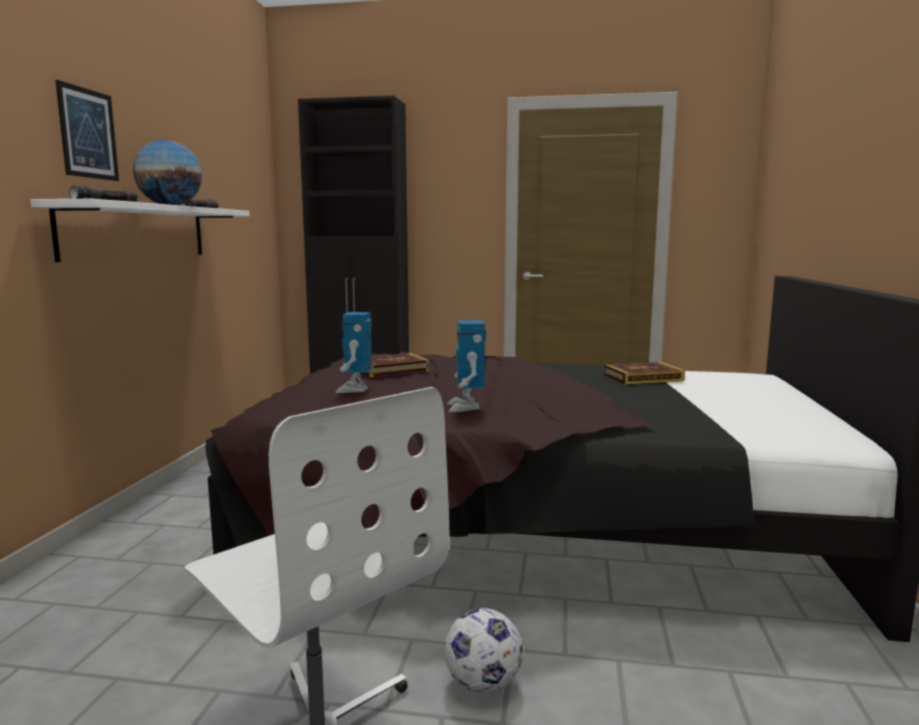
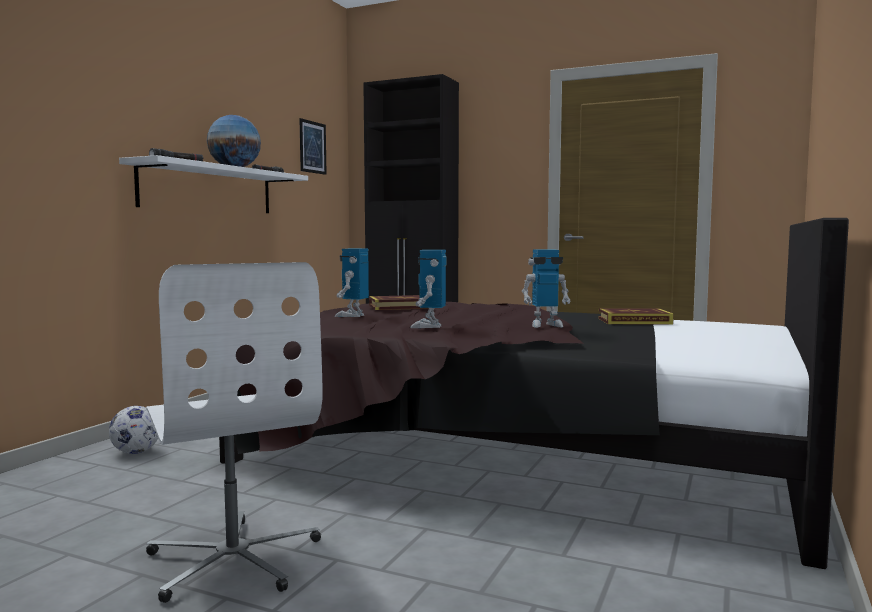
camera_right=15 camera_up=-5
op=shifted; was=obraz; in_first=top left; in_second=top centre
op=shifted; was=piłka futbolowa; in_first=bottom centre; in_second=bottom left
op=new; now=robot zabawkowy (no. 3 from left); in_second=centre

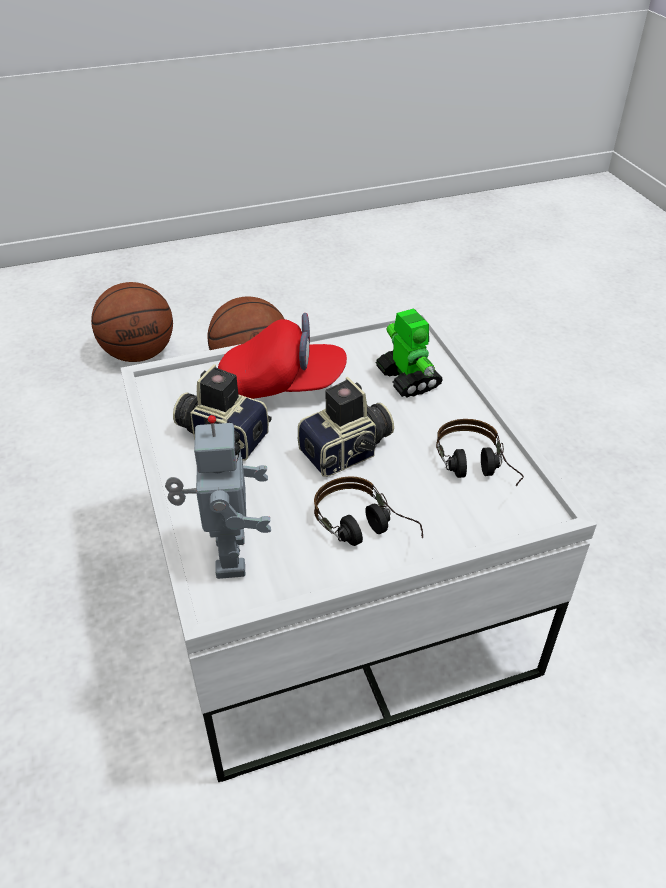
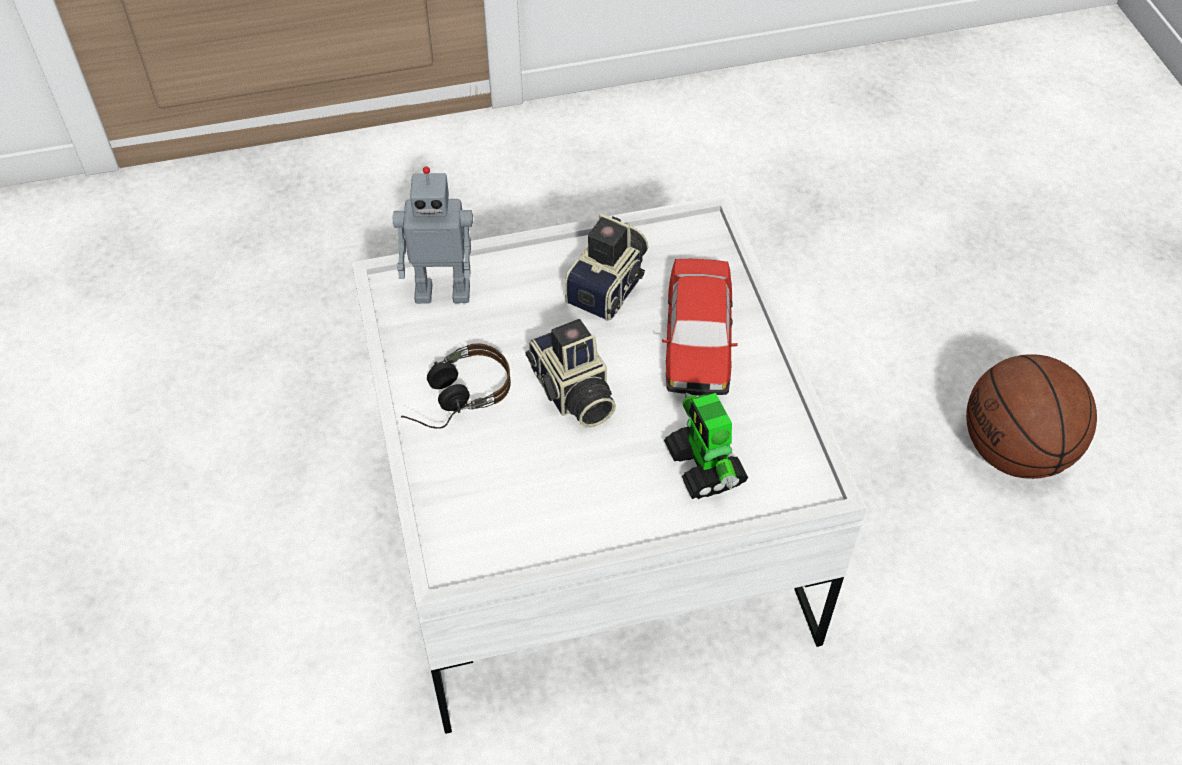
camera_right=95 camera_up=10
op=gone; was=piłka do koszykówki (no. 1 from left); in_first=middle left
op=rotated; was=robot zabawkowy (no. 2 from left); in_first=centre; in_second=centre; clockwise=90
op=swapped; was=czapka z daszkiem/czerwony; now=samochodzik; in_first=centre; in_second=centre
op=gone; was=słuchawki (no. 2 from left); in_first=middle right

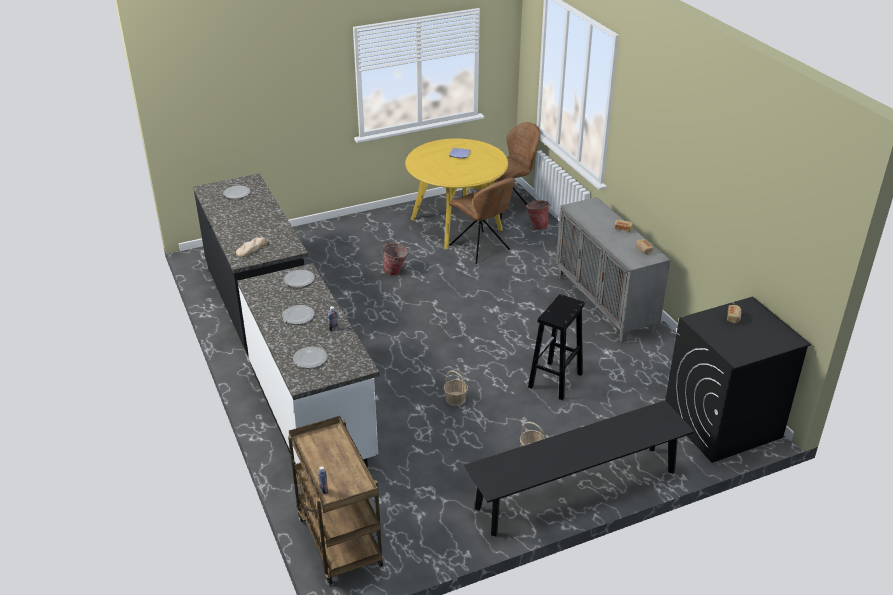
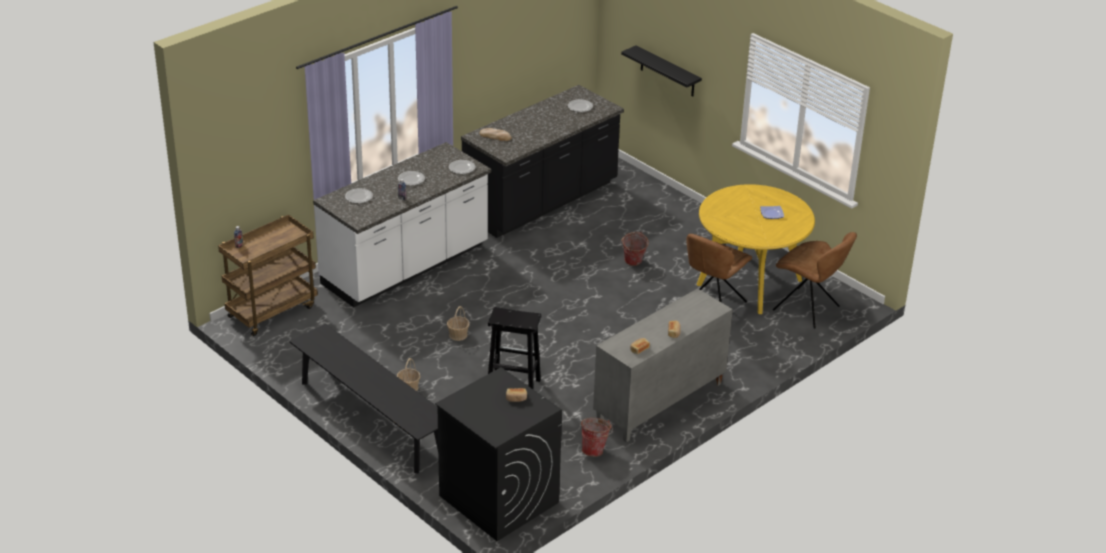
camera_right=70 camera_up=0
op=shifted; was=wiadro (no. 2 from left in the first image); now=wiadro (no. 1 from left); in_first=centre; in_second=bottom centre
op=new; now=półka/czarny; in_second=top centre

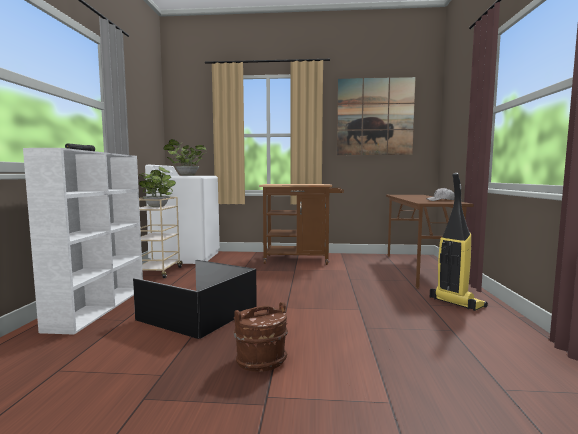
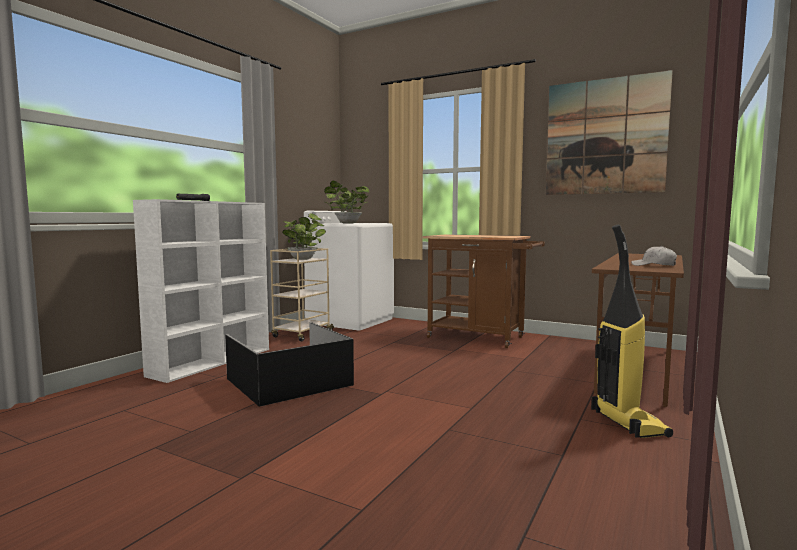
camera_right=25 camera_up=0
op=gone; was=wiadro/brązowy; in_first=bottom centre

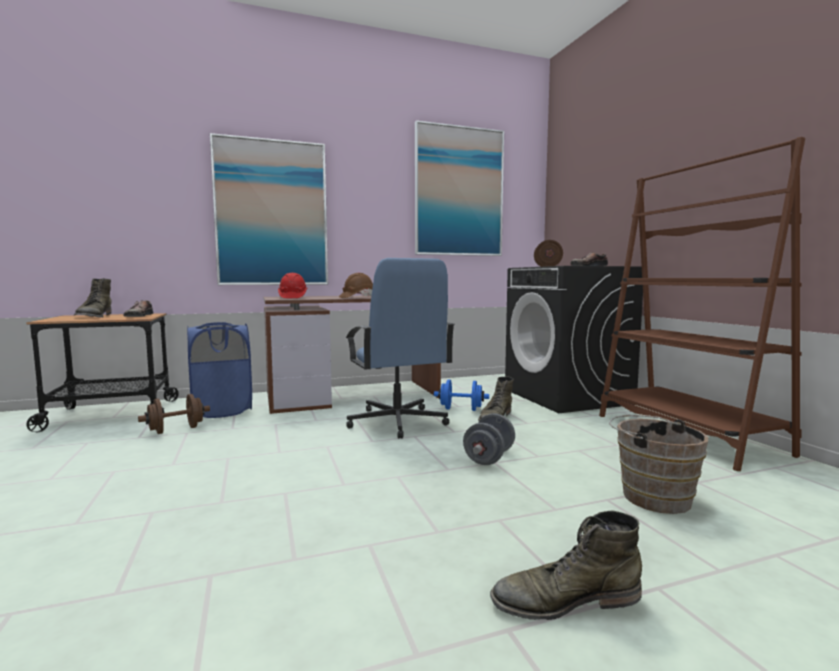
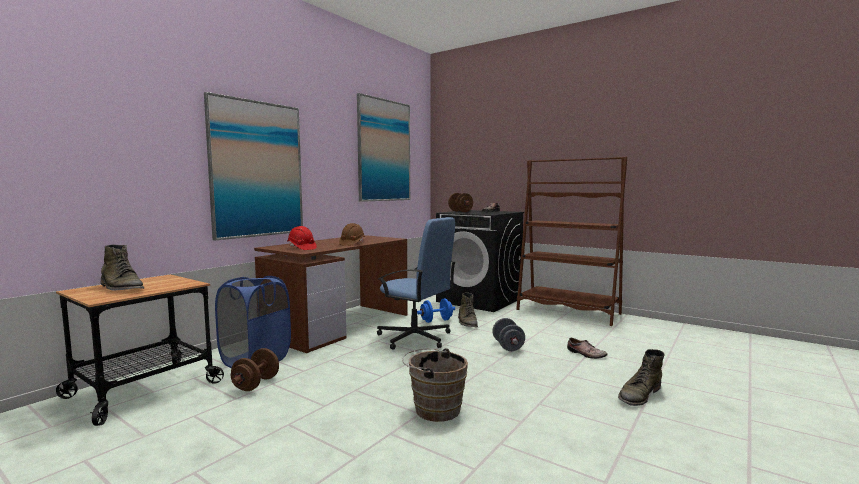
camera_right=-35 camera_up=0
op=shifted; was=but (no. 1 from left in the first image); now=but (no. 2 from left); in_first=middle left; in_second=bottom right
op=shifted; was=wiadro/brązowy; in_first=bottom right; in_second=bottom centre

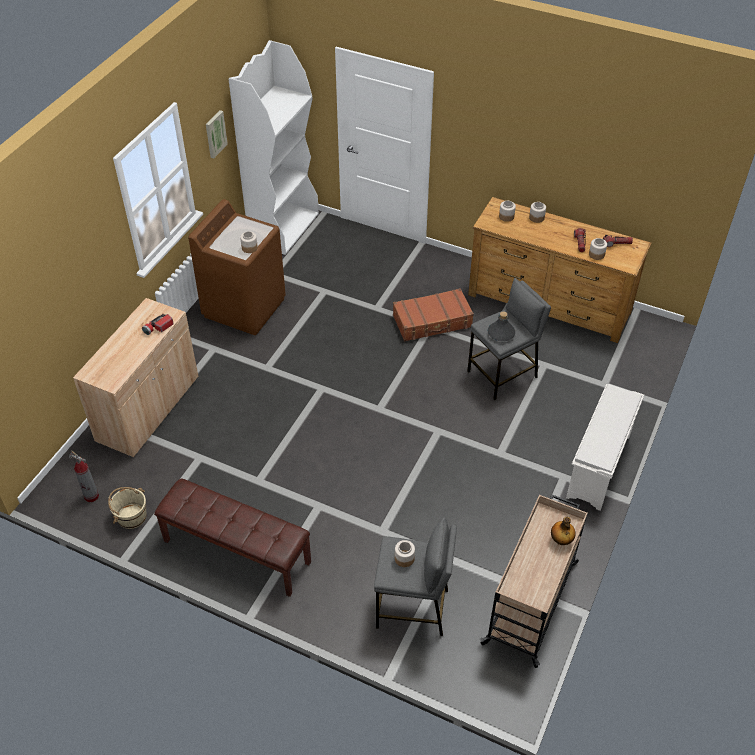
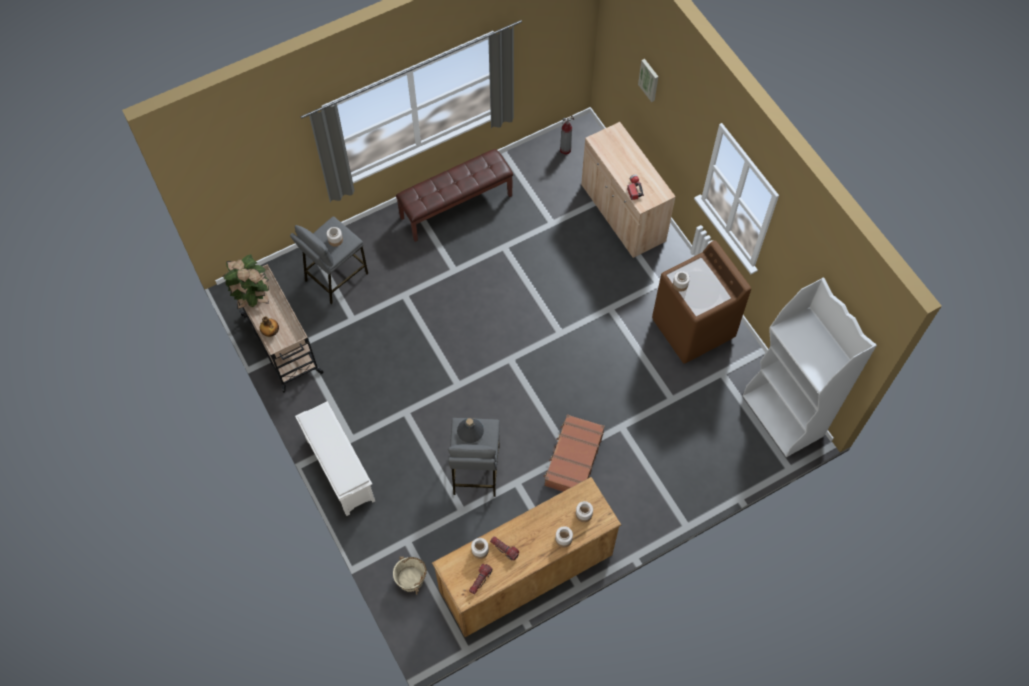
camera_right=125 camera_up=15
op=shifted; was=obraz; in_first=top left; in_second=top centre
op=shifted; was=wiadro/beżowy; in_first=bottom left; in_second=bottom centre
op=new; now=roślina doniczkowa; in_second=middle left

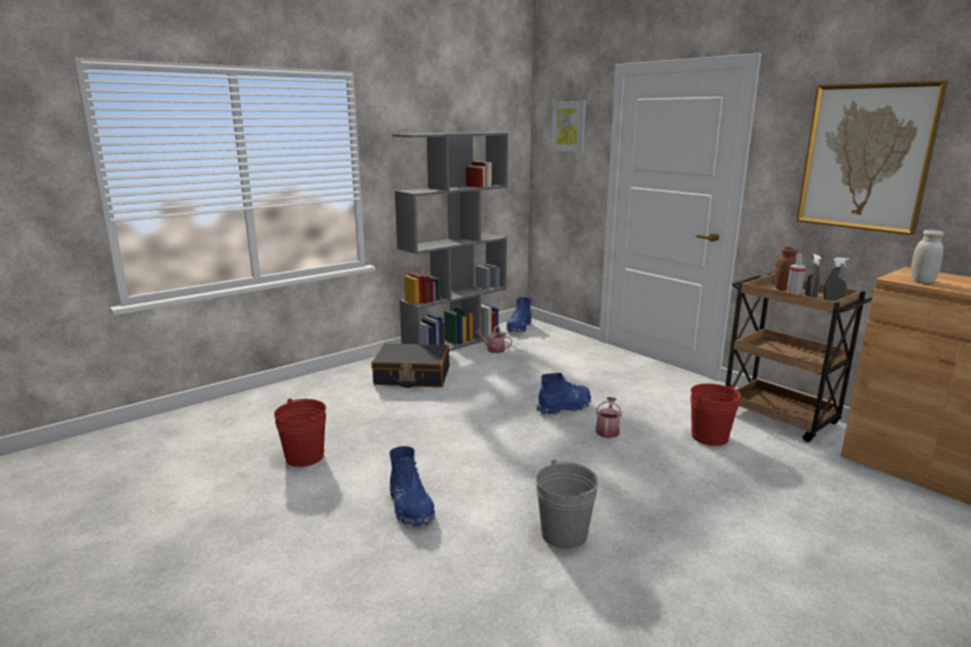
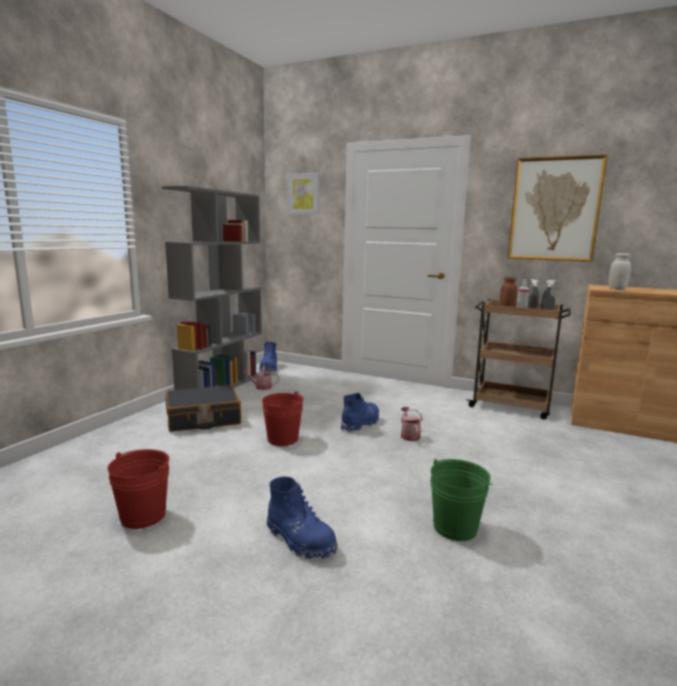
camera_right=-25 camera_up=-5
op=shifted; was=wiadro/czerwony (no. 2 from left); in_first=middle right; in_second=centre
op=repainted; was=wiadro/szary; now=wiadro/zielony; in_first=bottom centre; in_second=bottom right

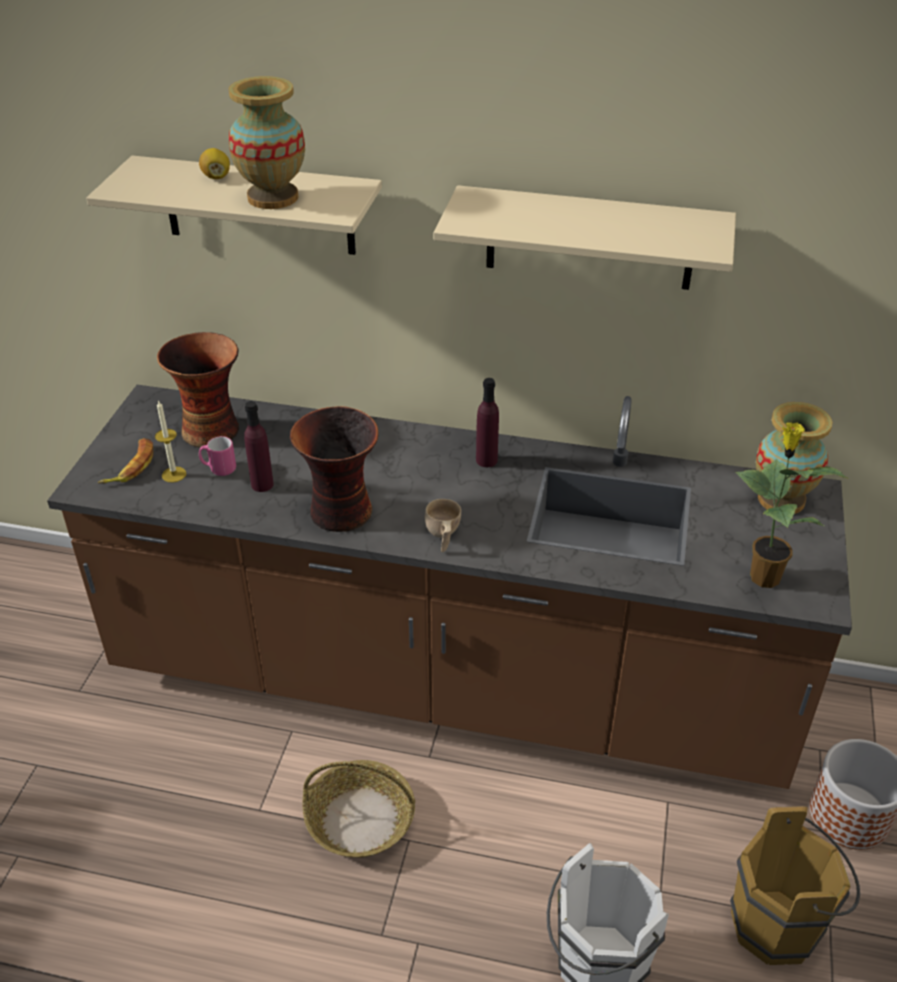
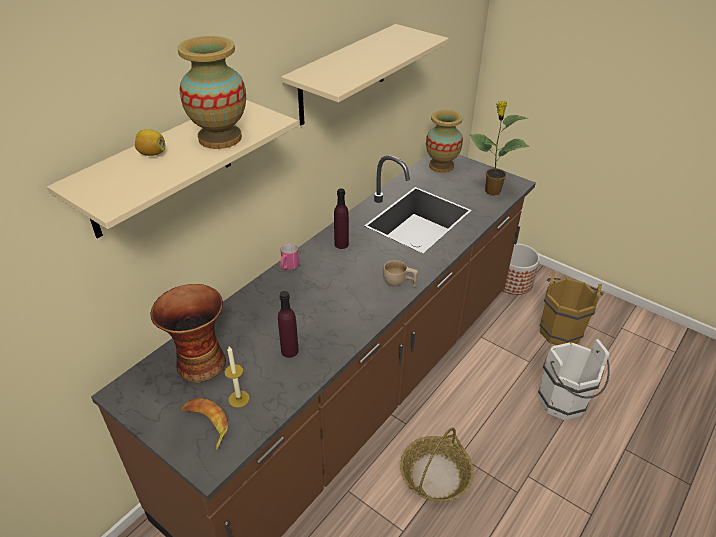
camera_right=-65 camera_up=0
op=gone; was=wazon (no. 3 from left); in_first=centre
op=shifted; was=kubek/różowy; in_first=middle left; in_second=centre

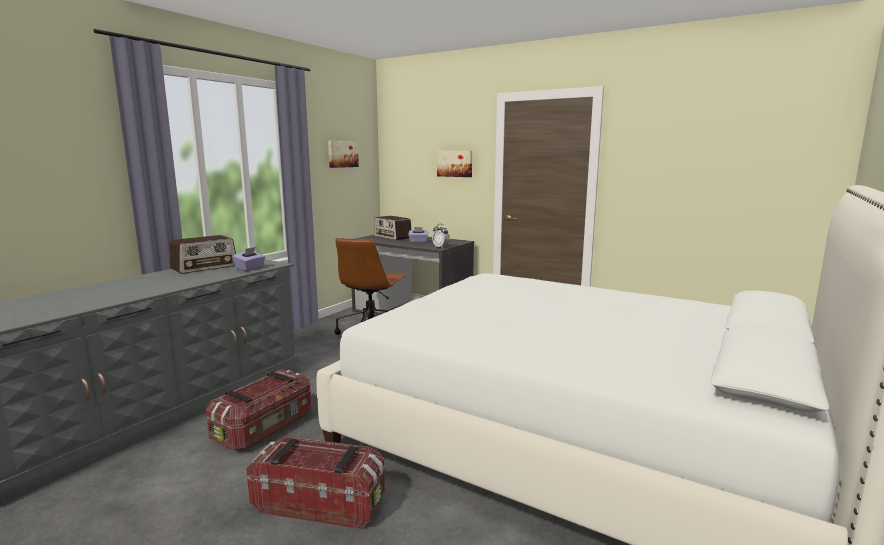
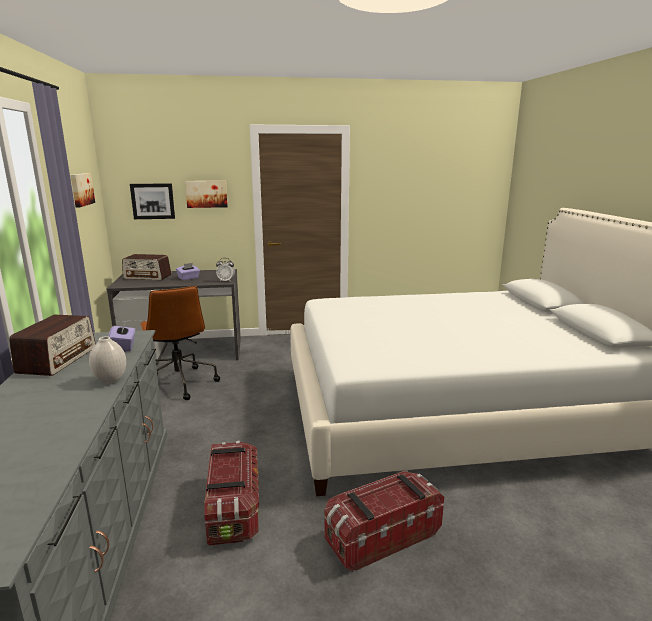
camera_right=-40 camera_up=5
op=new; now=obraz (no. 2 from left); in_second=top left
op=new; now=wazon/biały; in_second=middle left

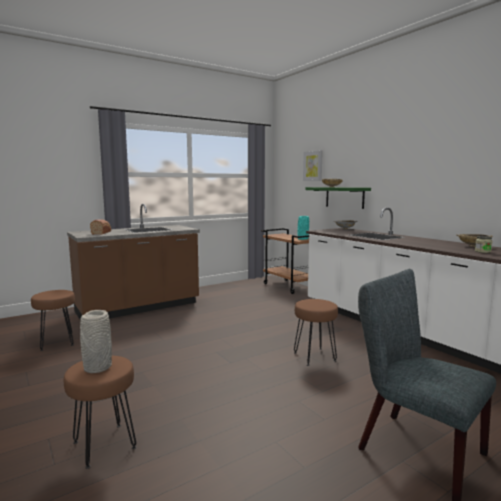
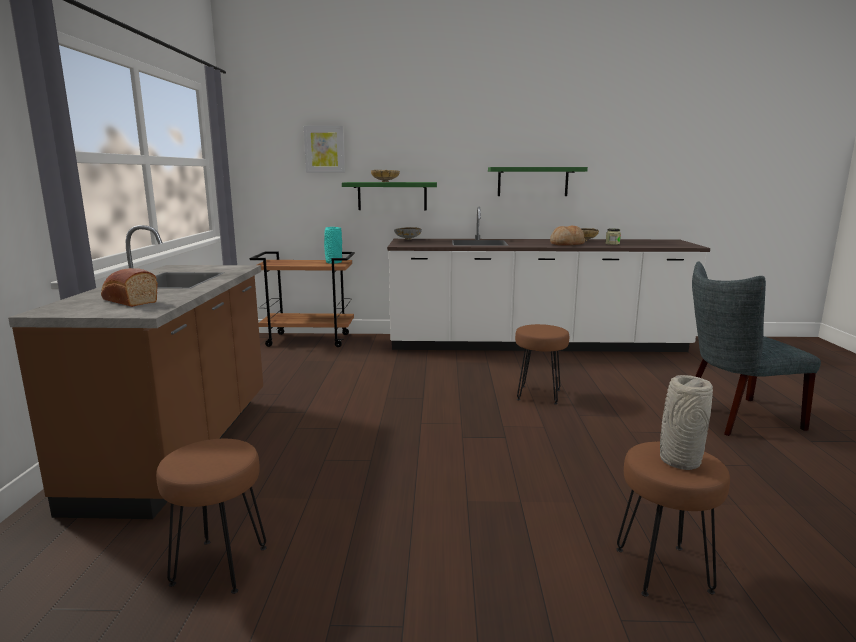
camera_right=-55 camera_up=5
op=new; now=półka/zielony (no. 2 from left); in_second=top centre
op=new; now=chleb (no. 2 from left); in_second=centre

